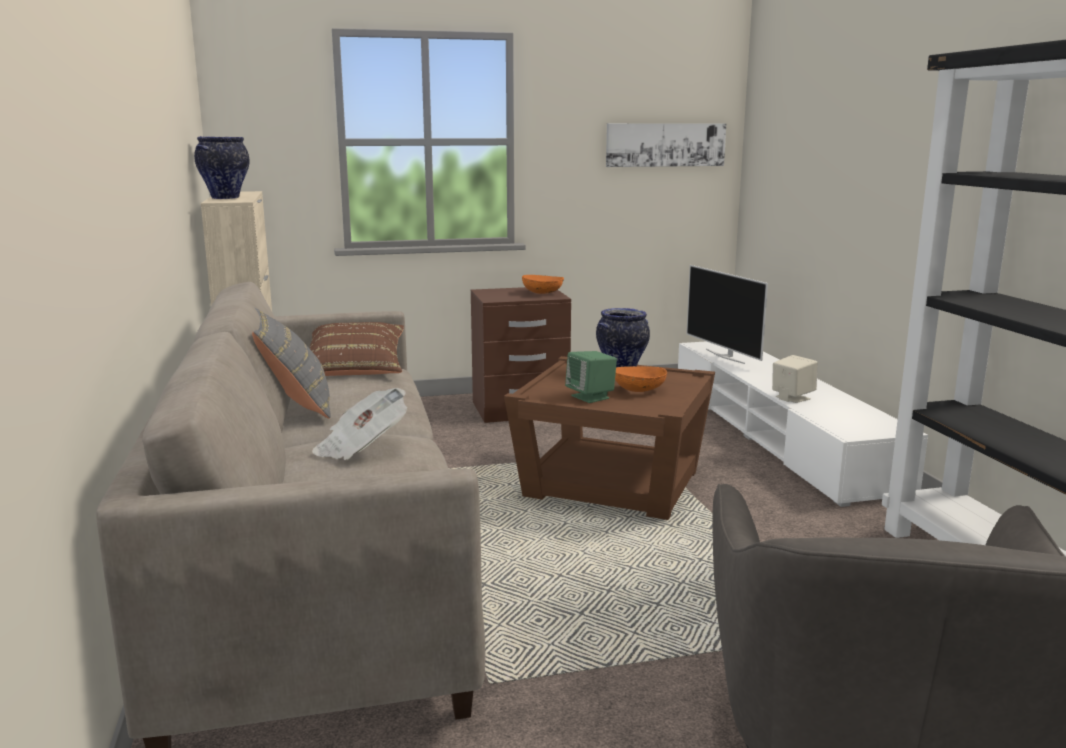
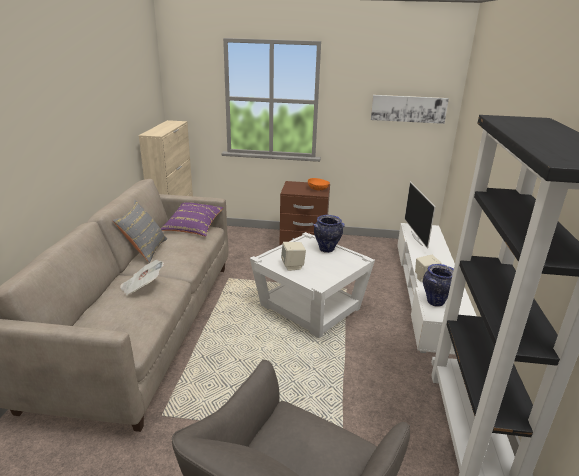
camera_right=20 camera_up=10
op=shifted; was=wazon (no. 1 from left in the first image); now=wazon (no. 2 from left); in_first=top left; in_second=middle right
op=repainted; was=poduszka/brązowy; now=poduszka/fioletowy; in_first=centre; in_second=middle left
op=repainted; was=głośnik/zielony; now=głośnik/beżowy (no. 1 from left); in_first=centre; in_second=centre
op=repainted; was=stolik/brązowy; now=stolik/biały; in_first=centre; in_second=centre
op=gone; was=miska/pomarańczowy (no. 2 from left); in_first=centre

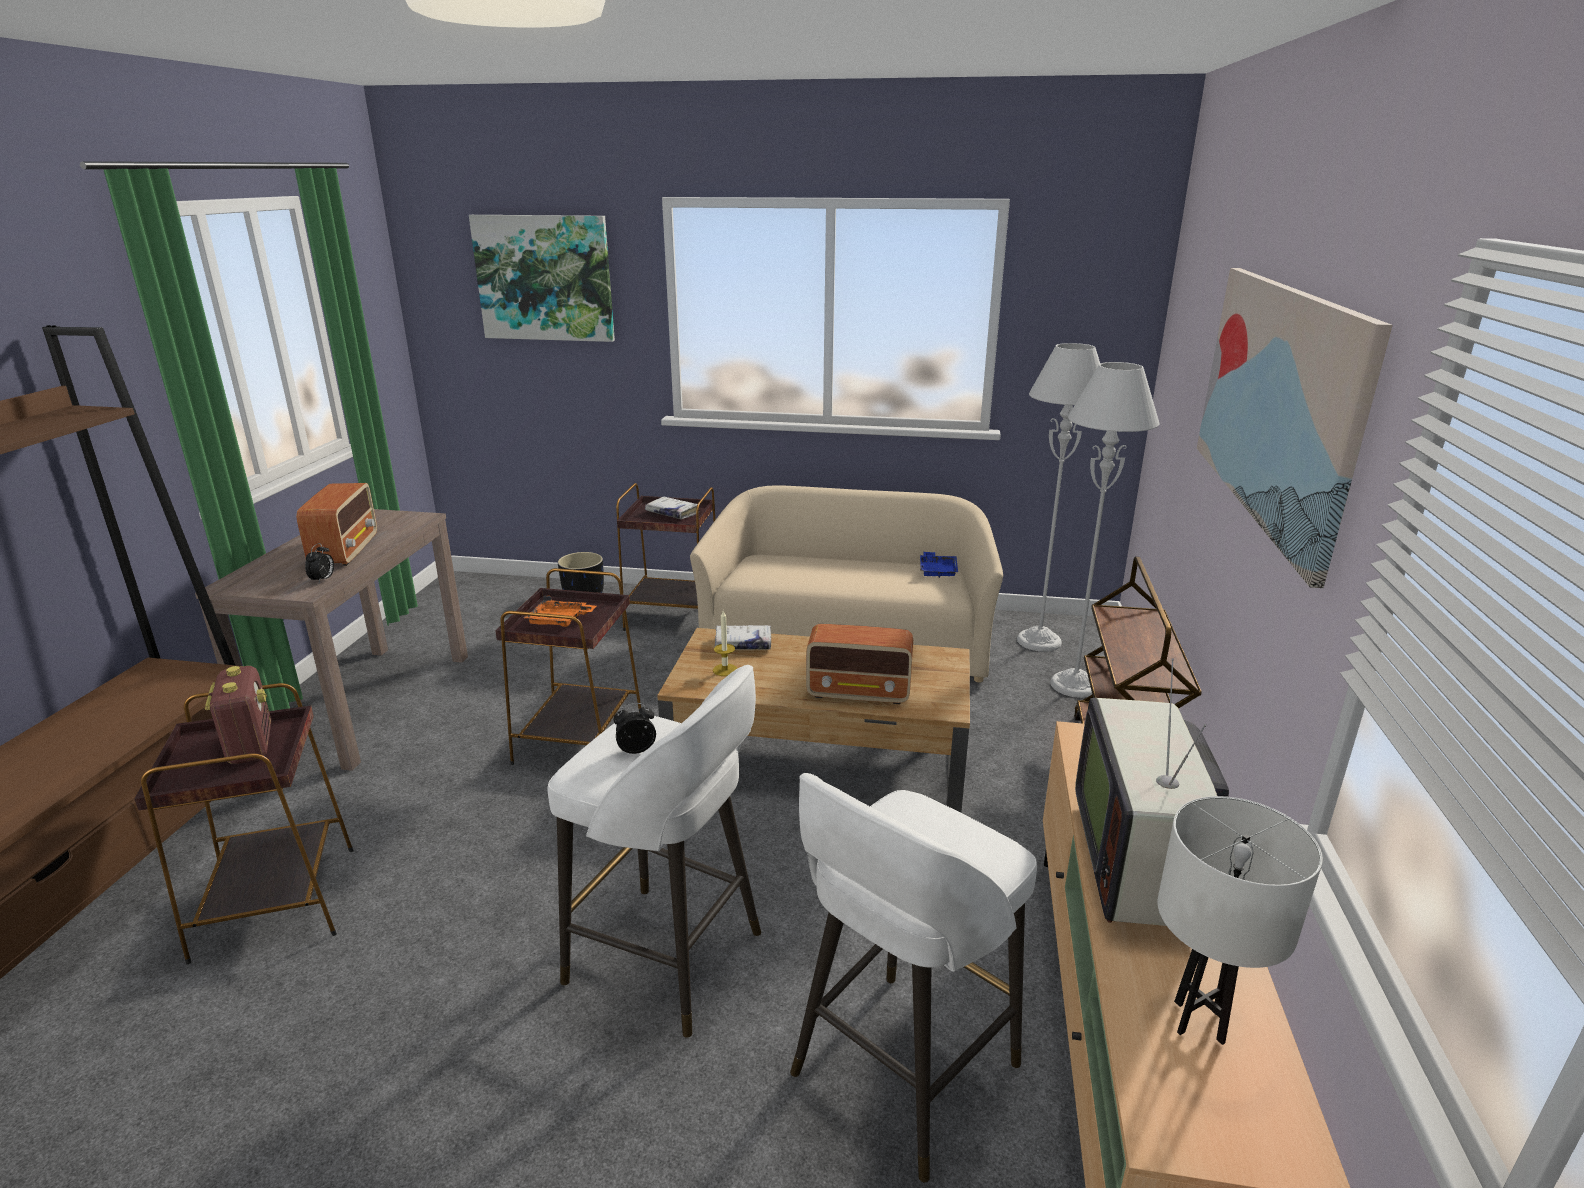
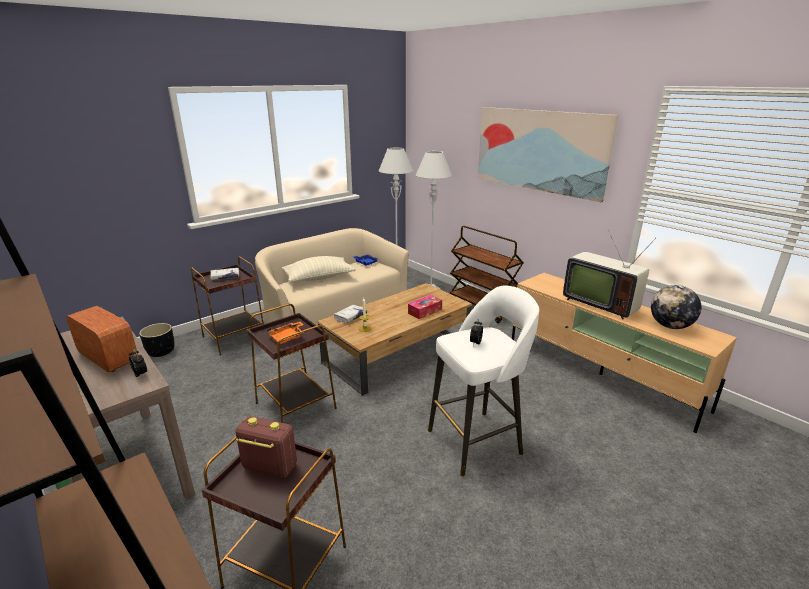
camera_right=-50 camera_up=0
op=gone; was=obraz (no. 1 from left); in_first=top centre
op=swapped; was=radio (no. 3 from left); now=pudełko chusteczek; in_first=centre; in_second=centre
op=gone; was=stołek/biały (no. 2 from left); in_first=bottom centre
op=swapped; was=lampa stołowa/biały; now=globus; in_first=bottom right; in_second=middle right
op=new; now=poduszka/beżowy; in_second=centre

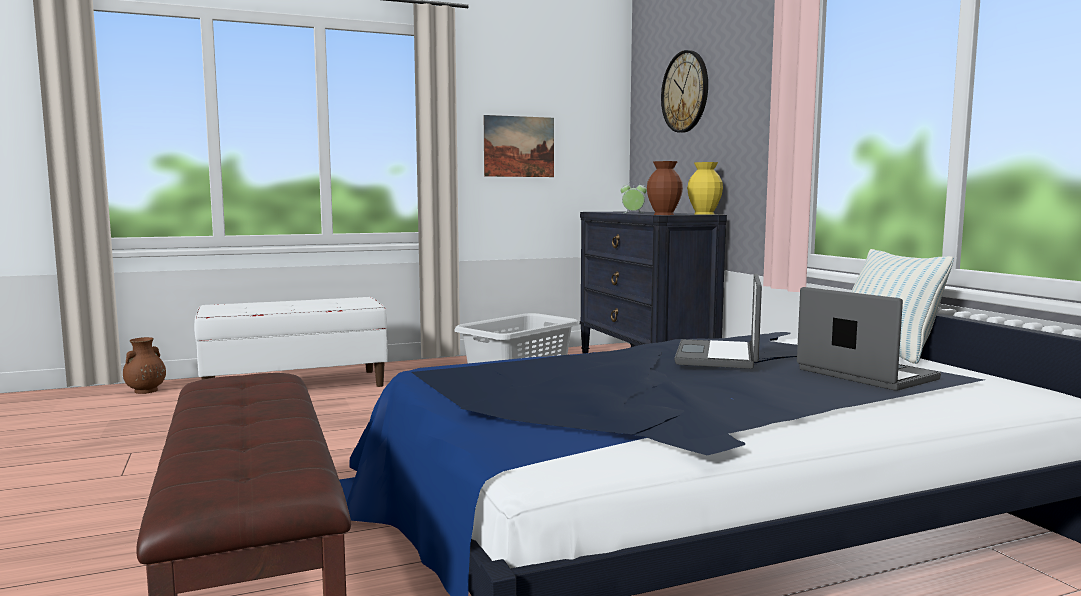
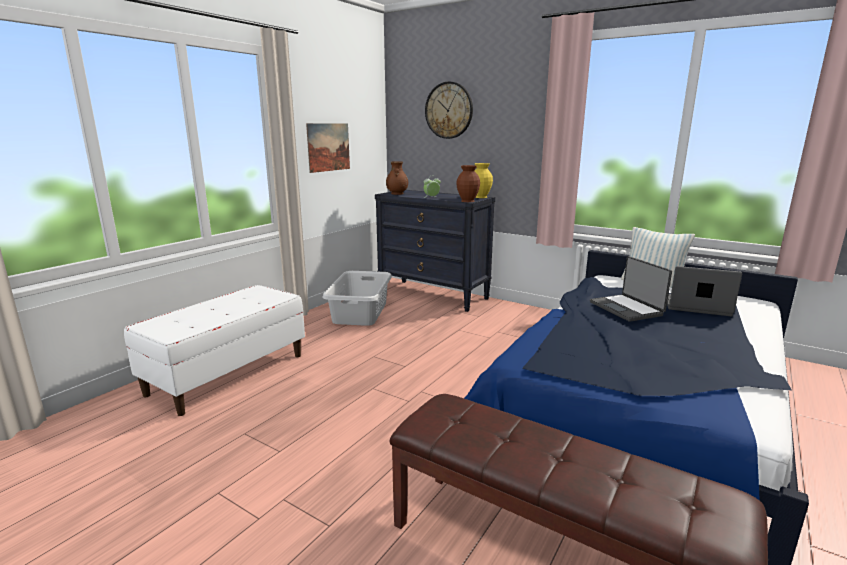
camera_right=-35 camera_up=10
op=shifted; was=wazon/brązowy (no. 1 from left); in_first=middle left; in_second=top centre

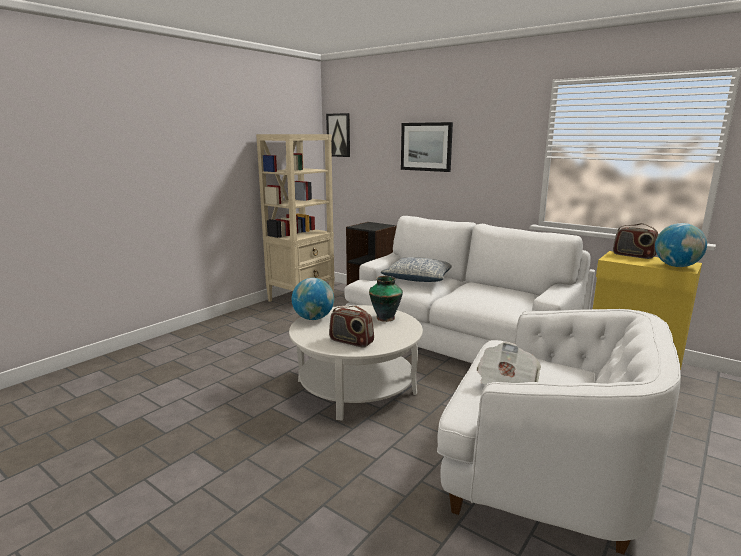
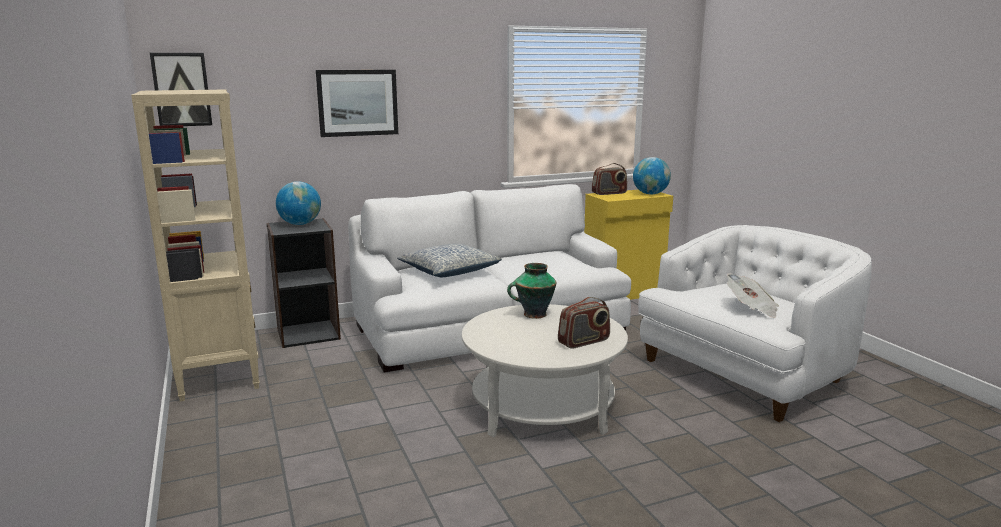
camera_right=-60 camera_up=0
op=shifted; was=globus (no. 1 from left); in_first=centre; in_second=middle left

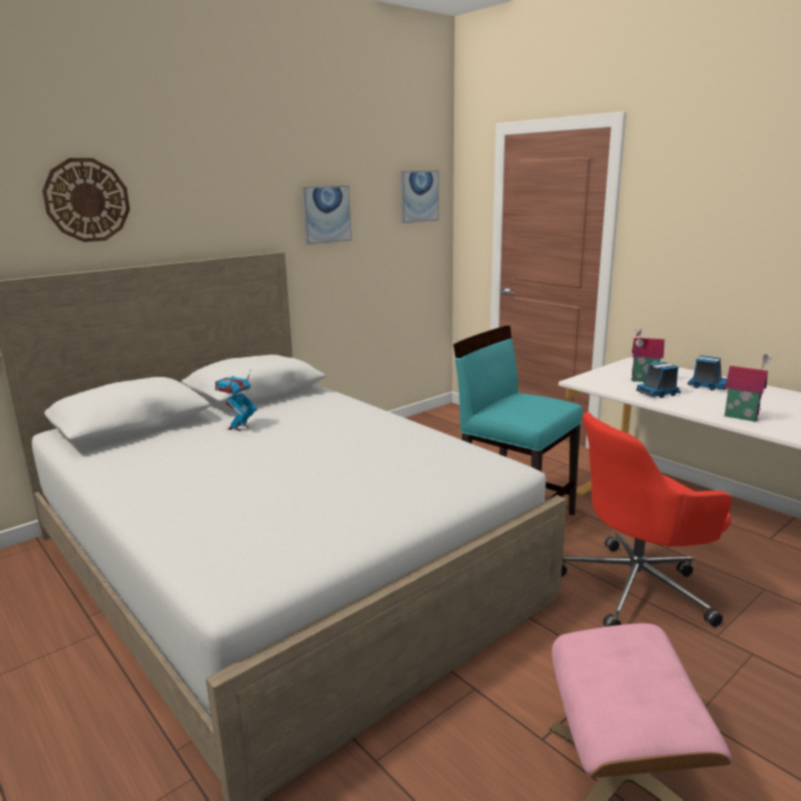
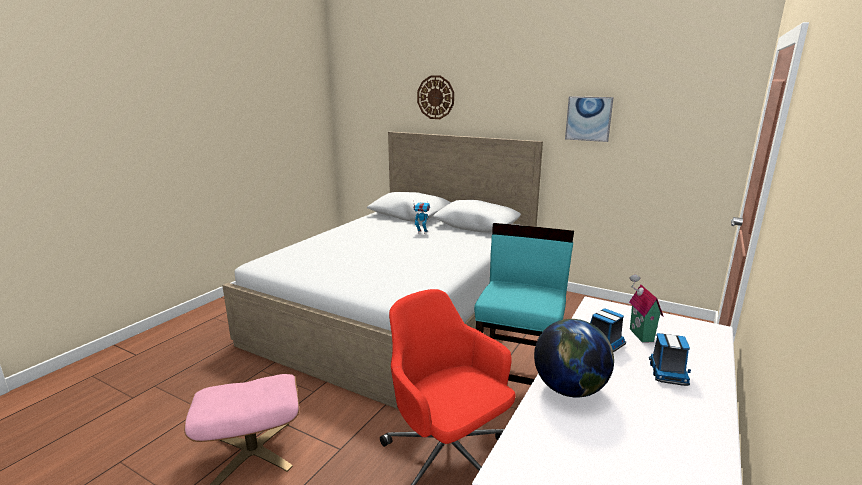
camera_right=70 camera_up=0
op=gone; was=obraz (no. 2 from left); in_first=top centre
op=swapped; was=domek (no. 2 from left); now=globus; in_first=middle right; in_second=bottom centre

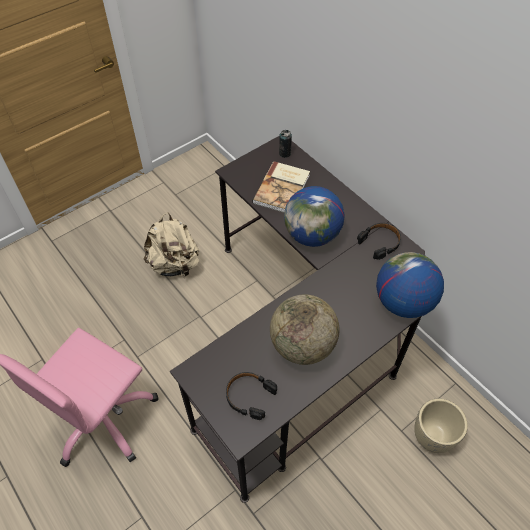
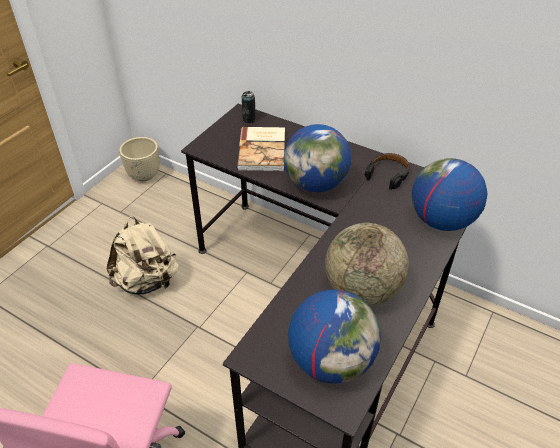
camera_right=-20 camera_up=-10
op=swapped; was=słuchawki/czarny (no. 1 from left); now=globus (no. 2 from left); in_first=bottom centre; in_second=bottom centre
op=shifted; was=donica/beżowy; in_first=bottom right; in_second=middle left

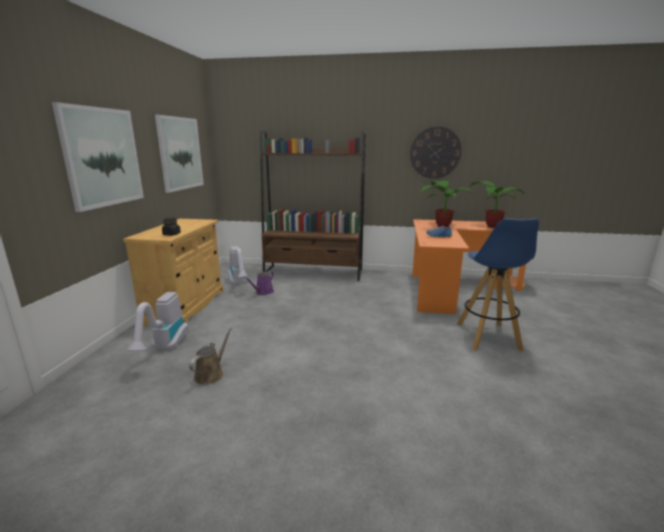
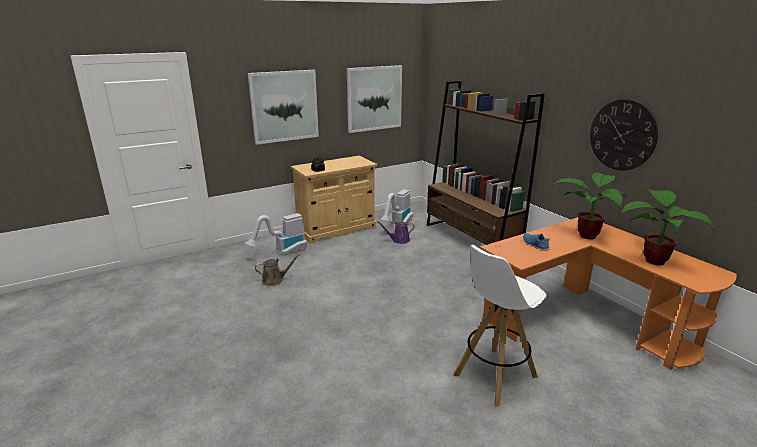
camera_right=50 camera_up=5
op=repainted; was=stołek/niebieski; now=stołek/biały; in_first=middle right; in_second=bottom centre

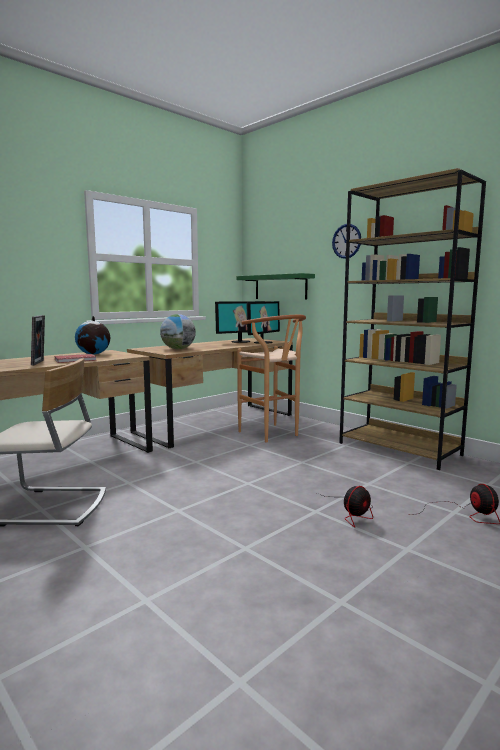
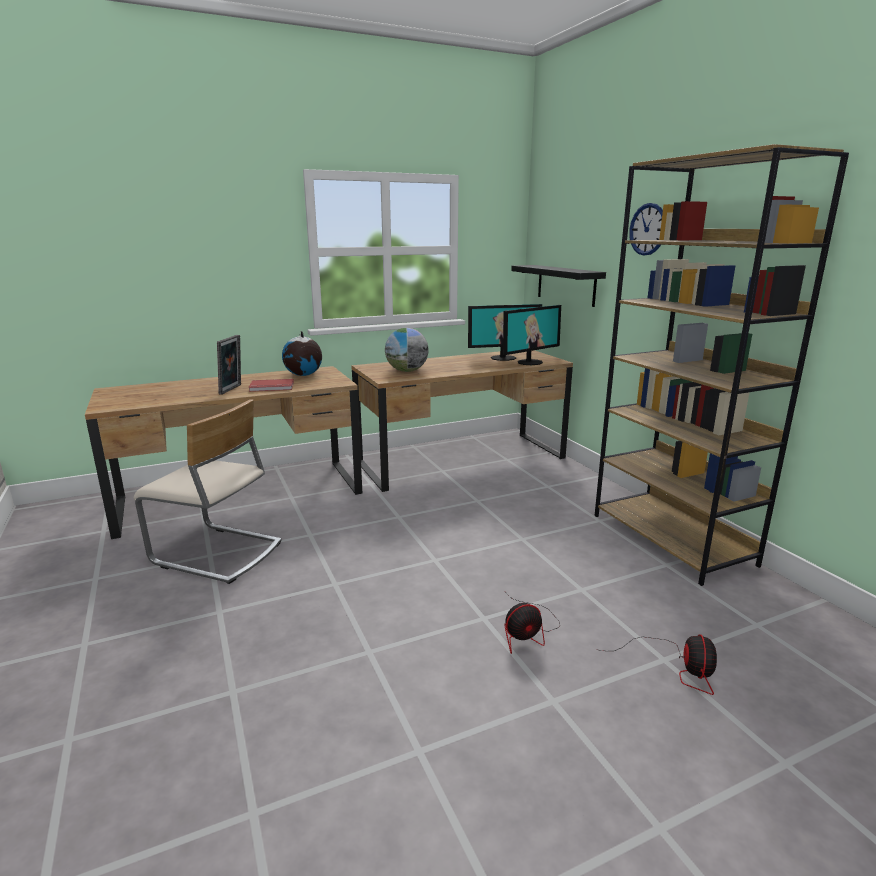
camera_right=20 camera_up=10
op=repainted; was=półka/zielony; now=półka/czarny; in_first=centre; in_second=top centre
op=gone; was=stołek/brązowy; in_first=centre

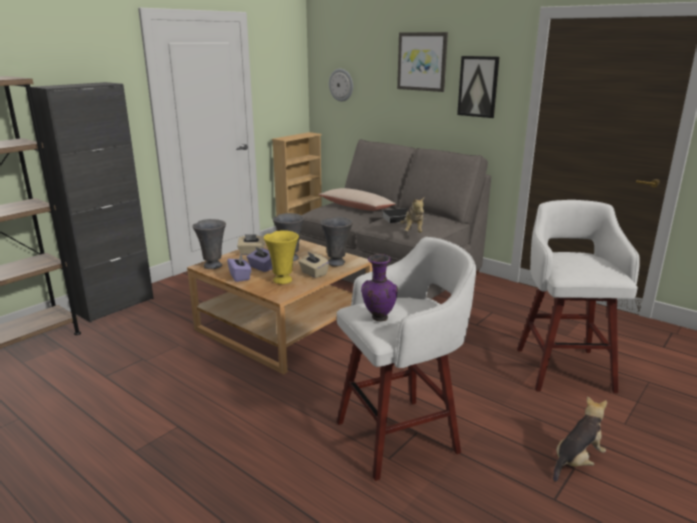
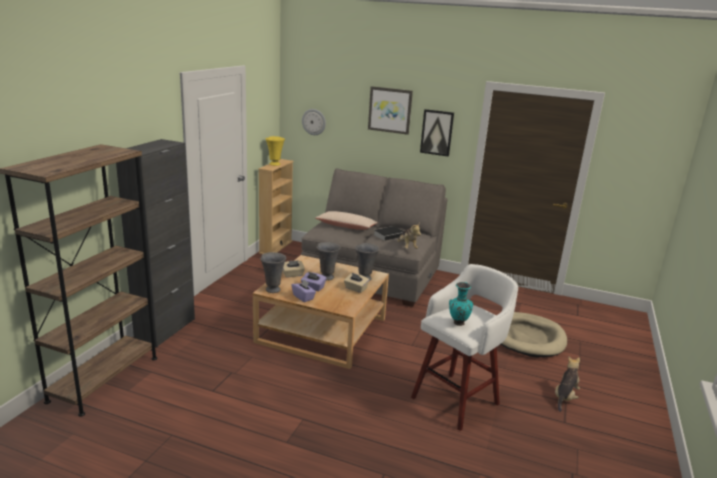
camera_right=-20 camera_up=0
op=swapped; was=stołek/biały (no. 2 from left); now=legowisko/beżowy; in_first=middle right; in_second=bottom right
op=shifted; was=wazon/żółty; in_first=centre; in_second=top centre
op=repainted; was=wazon/fioletowy; now=wazon/turkusowy; in_first=centre; in_second=centre

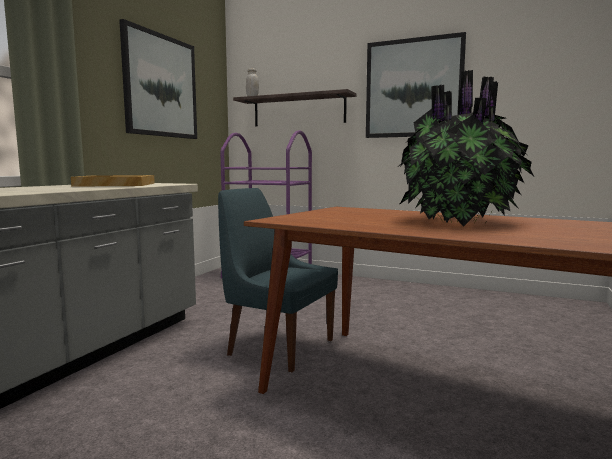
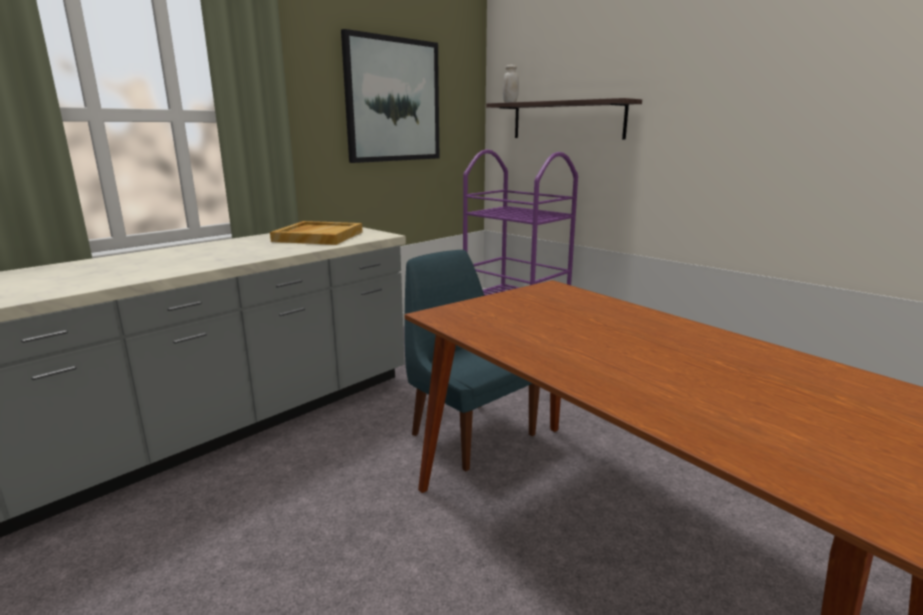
camera_right=20 camera_up=10
op=gone; was=obraz (no. 2 from left); in_first=top right
op=gone; was=roślina doniczkowa; in_first=top right

